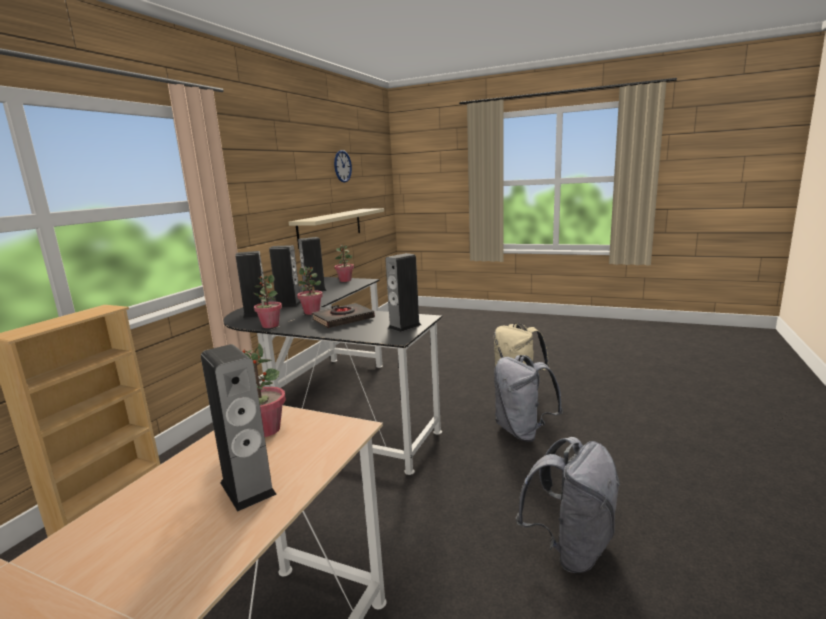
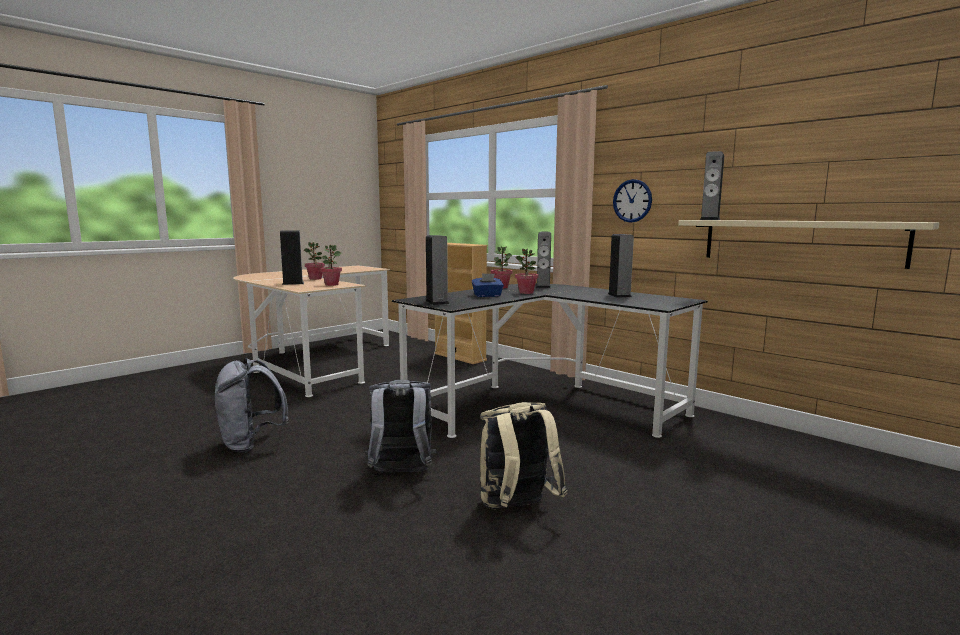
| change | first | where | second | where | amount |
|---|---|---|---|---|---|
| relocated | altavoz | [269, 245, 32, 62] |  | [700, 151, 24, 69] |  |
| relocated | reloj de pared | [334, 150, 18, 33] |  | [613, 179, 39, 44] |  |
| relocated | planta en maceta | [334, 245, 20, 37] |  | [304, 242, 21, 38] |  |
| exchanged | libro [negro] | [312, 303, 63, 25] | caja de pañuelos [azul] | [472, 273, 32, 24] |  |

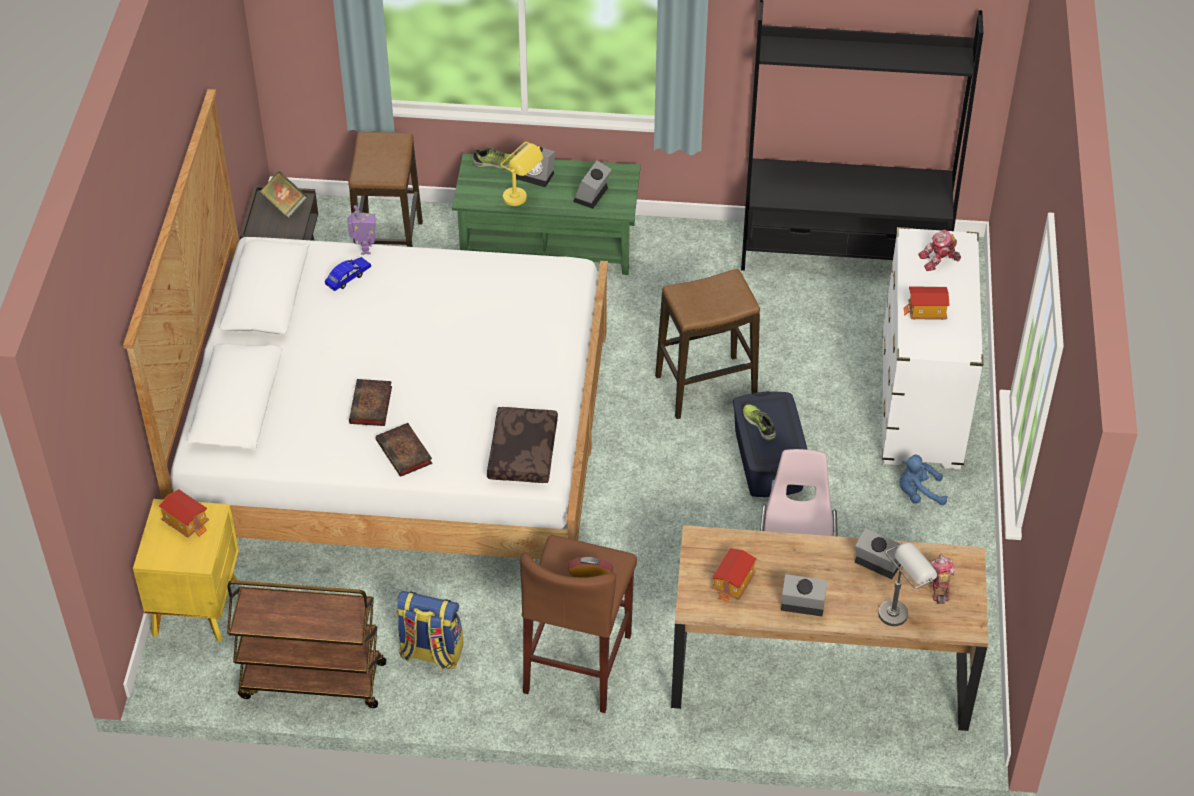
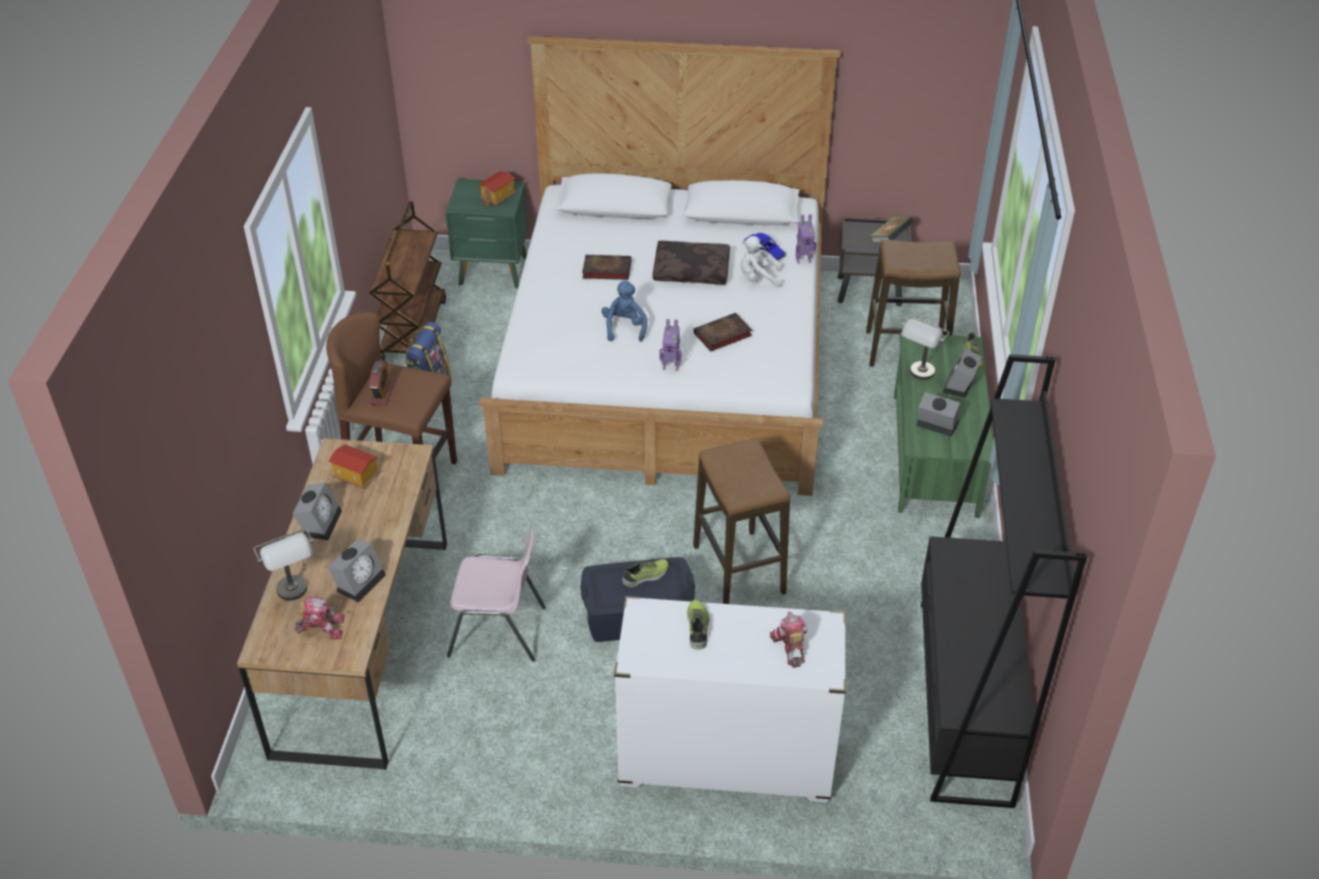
| change | first | where | second | where | amount |
|---|---|---|---|---|---|
| appeared |  |  | robot de juguete | [659, 319, 22, 52] |  |
| appeared |  |  | peluche [blanco] | [741, 236, 42, 52] |  |
| relocated | libro | [376, 423, 56, 54] |  | [694, 313, 58, 38] |  |
| relocated | cojín [marrón] | [487, 407, 71, 76] |  | [653, 241, 77, 44] |  |
| relocated | peluche [azul] | [900, 454, 47, 51] |  | [601, 280, 46, 62] |  |
| exchanged | casita | [904, 287, 46, 33] | zapato | [687, 600, 23, 49] |  |
| colour | mesita de noche [amarillo] | [133, 499, 106, 143] | mesita de noche [verde] | [446, 179, 82, 110] |  |
| colour | lámpara de mesa [amarillo] | [500, 142, 43, 64] | lámpara de mesa [gris] | [901, 317, 49, 63] |  |

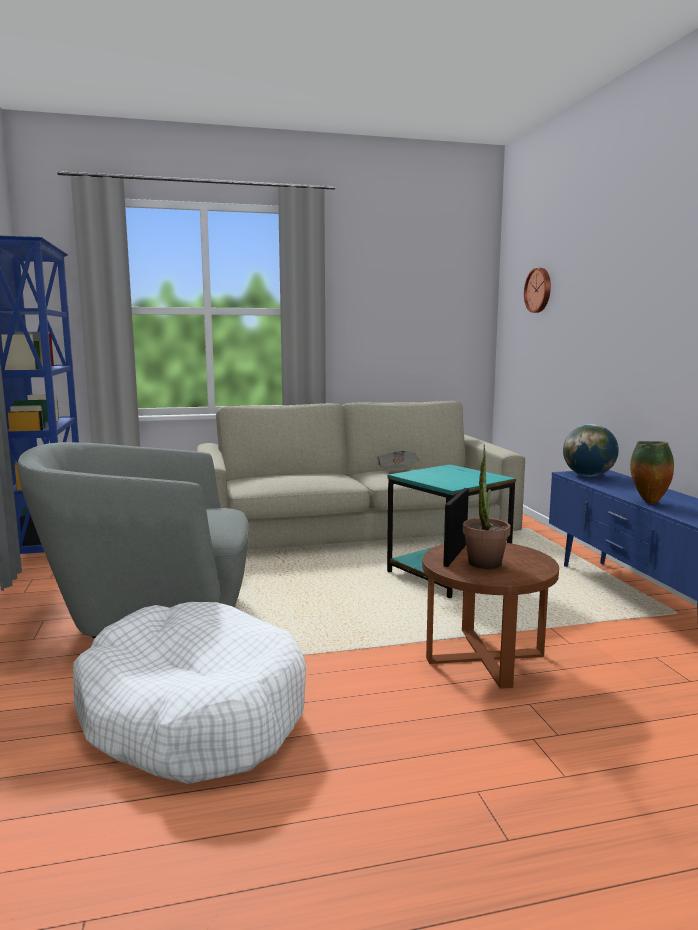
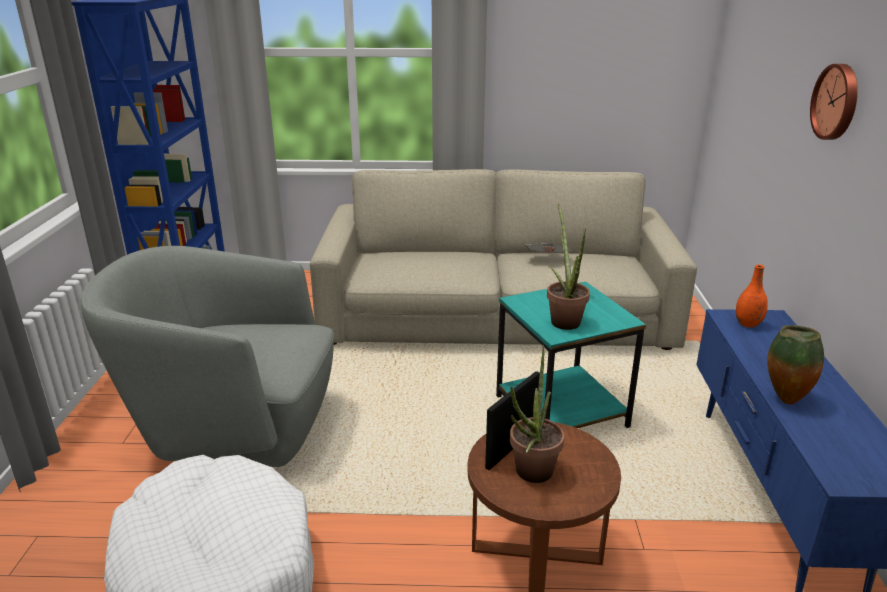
| change | first | where | second | where | amount |
|---|---|---|---|---|---|
| appeared |  |  | planta en maceta | [547, 204, 43, 126] |  |
| relocated | reloj de pared | [524, 268, 27, 45] |  | [810, 64, 48, 76] |  |
| exchanged | globo terráqueo | [563, 424, 56, 52] | florero [naranja] | [736, 264, 32, 64] |  |

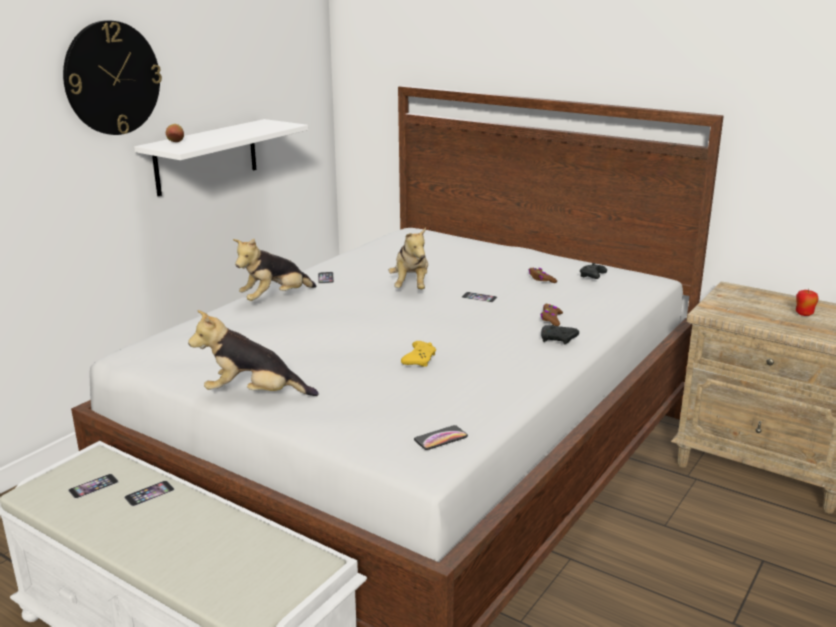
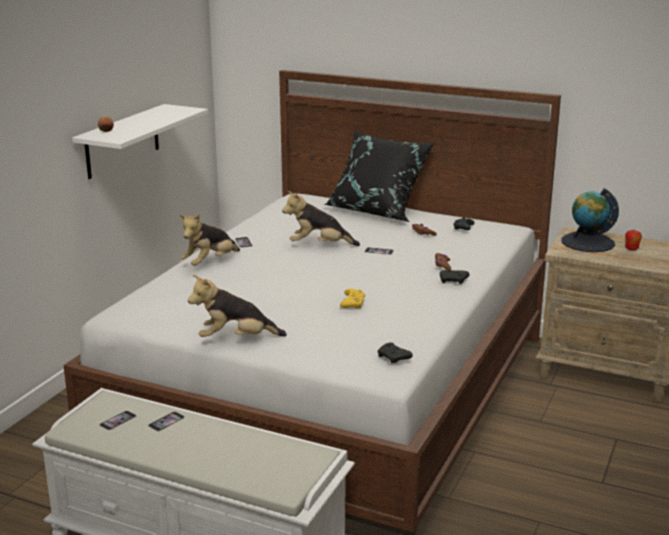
| change | first | where | second | where | amount |
|---|---|---|---|---|---|
| missing | reloj de pared | [63, 20, 99, 115] |  |  |  |
| appeared |  |  | cojín [negro] | [324, 131, 111, 91] |  |
| appeared |  |  | globo terráqueo | [561, 188, 58, 64] |  |
| exchanged | móvil | [414, 425, 54, 25] | mando de consola [negro] | [377, 342, 36, 21] |  |
| spun | peluche | [389, 227, 39, 62] |  | [282, 191, 78, 55] | 105 degrees clockwise |

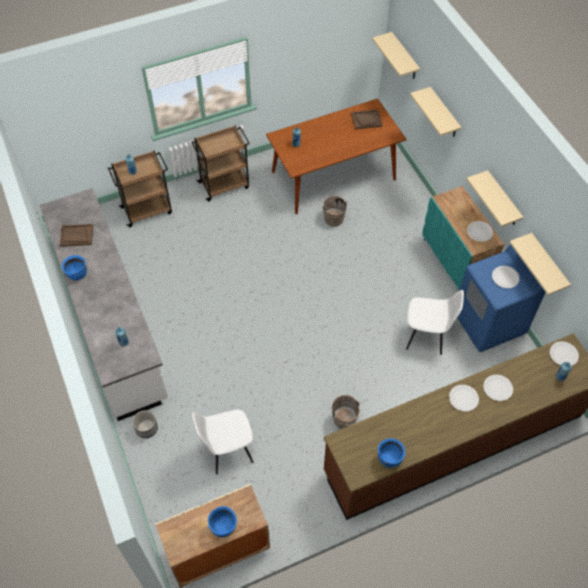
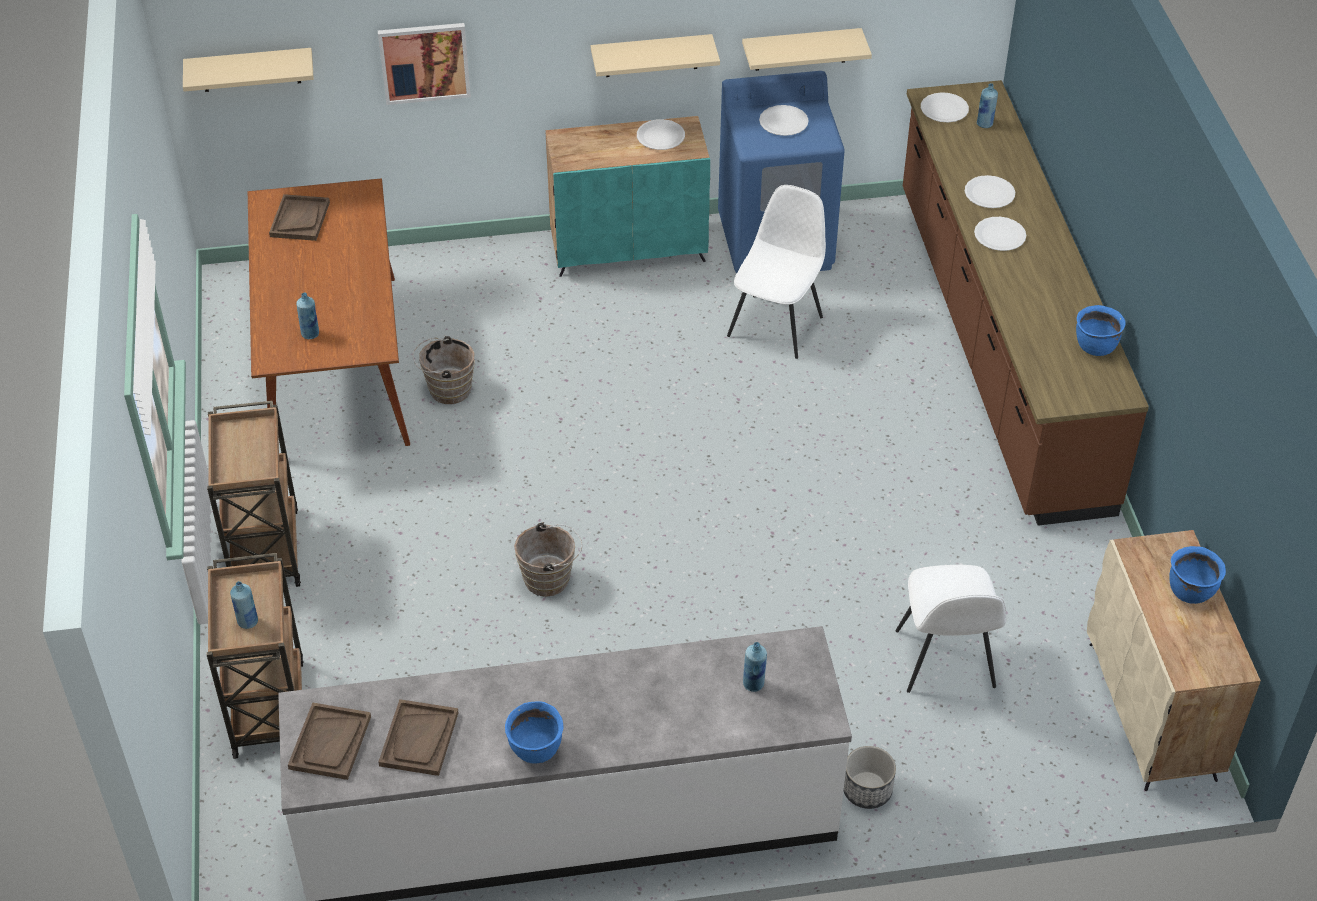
| change | first | where | second | where | amount |
|---|---|---|---|---|---|
| appeared |  |  | bandeja [marrón] | [288, 702, 83, 78] |  |
| relocated | cubo [marrón] | [332, 395, 30, 34] |  | [514, 522, 68, 75] |  |
| exchanged | estante [beis] | [410, 87, 51, 50] | cuadro | [378, 23, 93, 82] |  |

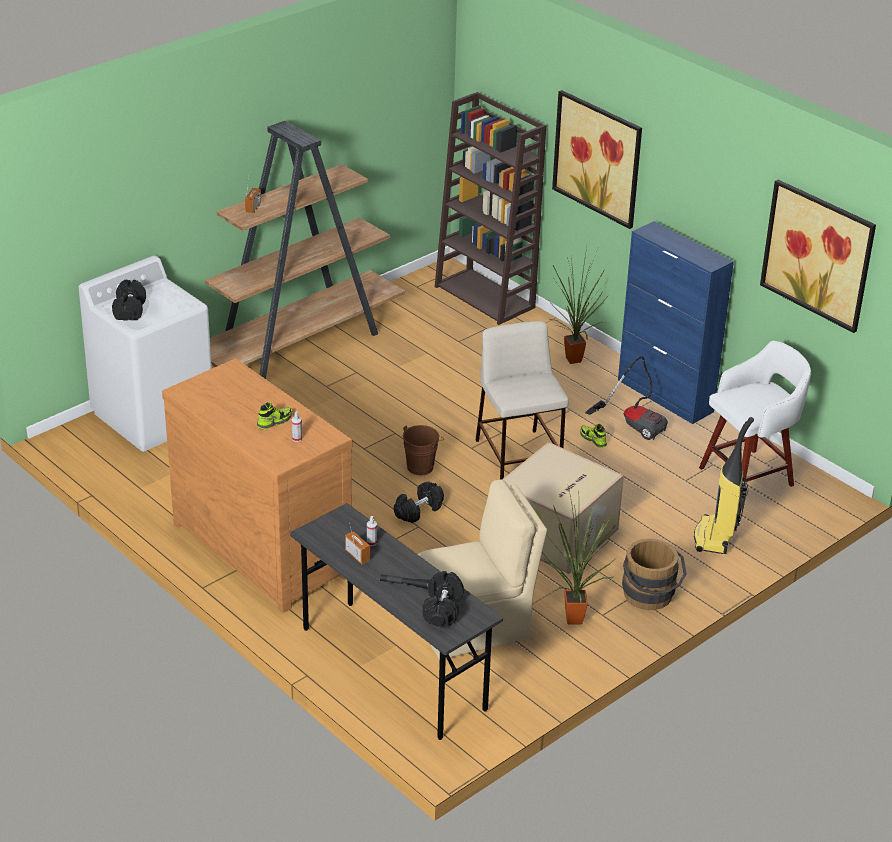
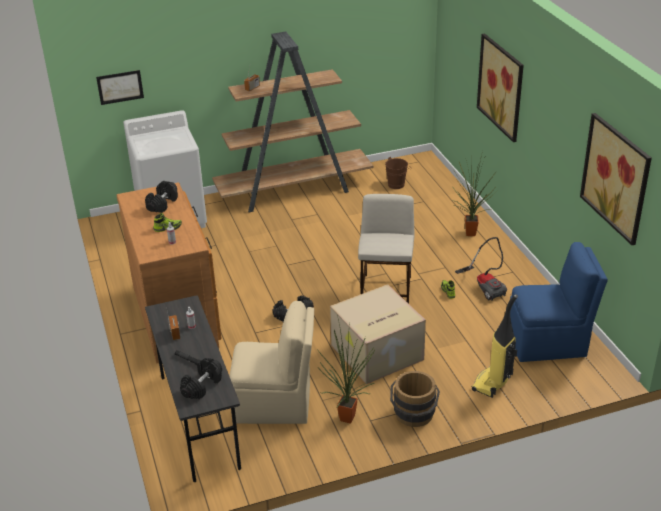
| change | first | where | second | where | amount |
|---|---|---|---|---|---|
| missing | estantería [marrón] | [435, 92, 111, 233] |  |  |  |
| missing | armario [azul] | [618, 221, 116, 203] |  |  |  |
| appeared |  |  | cuadro | [96, 70, 48, 35] |  |
| relocated | mancuerna [negro] | [112, 279, 34, 42] |  | [145, 181, 33, 32] |  |
| relocated | cubo [marrón] | [403, 425, 41, 50] |  | [385, 157, 24, 32] |  |
| exchanged | taburete [blanco] | [699, 341, 112, 146] | silla [azul] | [510, 242, 98, 120] |  |

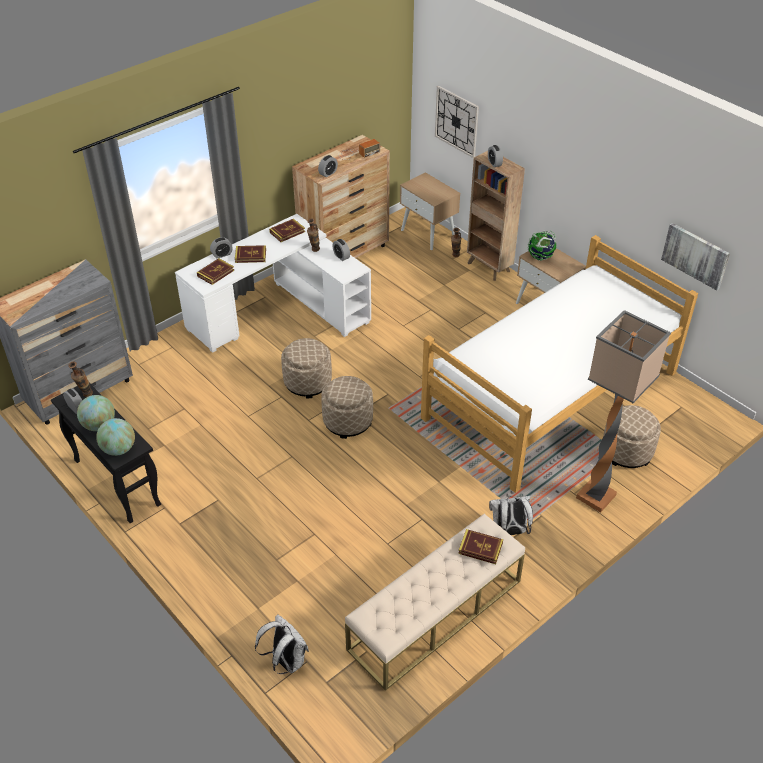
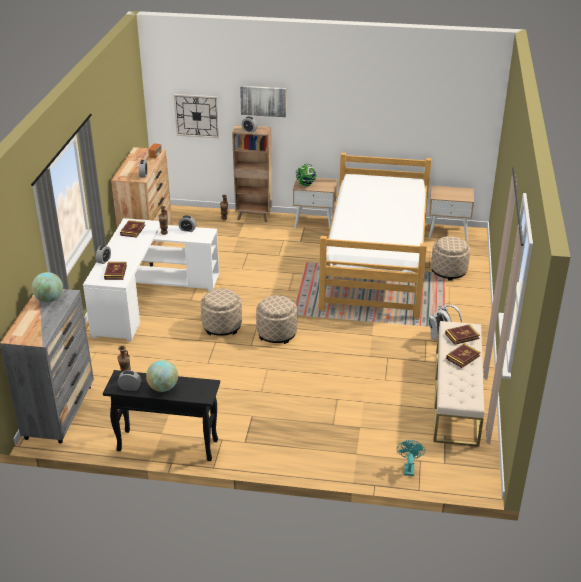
| change | first | where | second | where | amount |
|---|---|---|---|---|---|
| missing | lámpara de pie | [576, 310, 95, 203] |  |  |  |
| relocated | globo terráqueo | [96, 418, 39, 38] |  | [32, 272, 31, 31] |  |
| relocated | libro | [235, 245, 31, 18] |  | [446, 343, 35, 25] |  |
| relocated | mesita de noche [beis] | [400, 172, 60, 78] |  | [429, 186, 45, 55] |  |
| relocated | cuadro | [661, 223, 69, 67] |  | [240, 86, 47, 31] |  |
| exchanged | mochila [blanco] | [255, 614, 54, 60] | ventilador [turquesa] | [397, 440, 28, 36] |  |

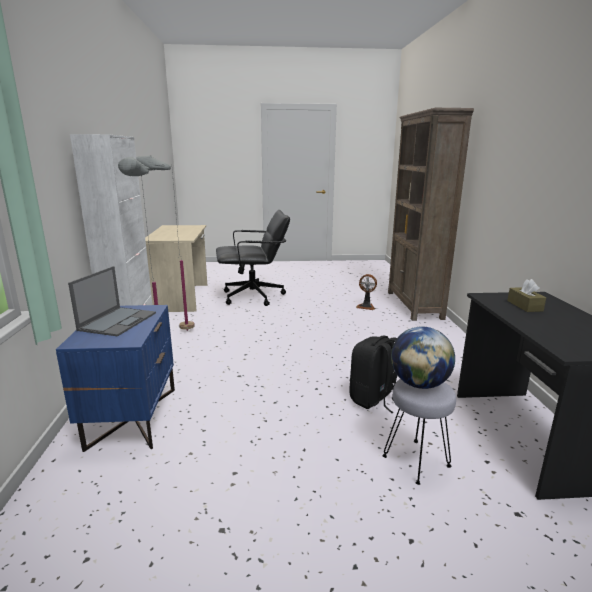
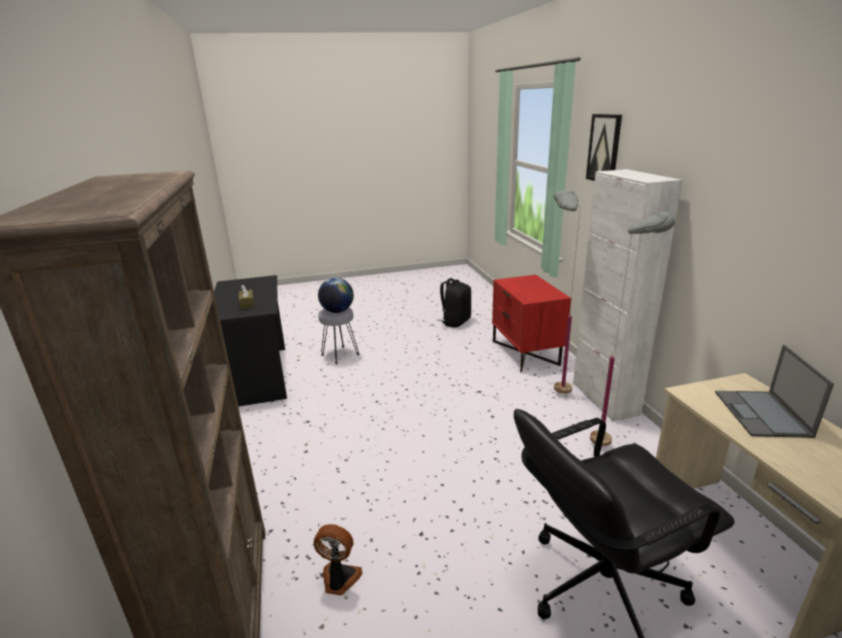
| change | first | where | second | where | amount |
|---|---|---|---|---|---|
| appeared |  |  | cuadro | [586, 114, 36, 67] |  |
| relocated | portátil | [68, 266, 88, 71] |  | [715, 345, 119, 93] |  |
| relocated | mochila [negro] | [349, 335, 48, 78] |  | [439, 278, 32, 50] |  |
| colour | mesita de noche [azul] | [56, 305, 119, 147] | mesita de noche [rojo] | [492, 275, 79, 98] |  |

